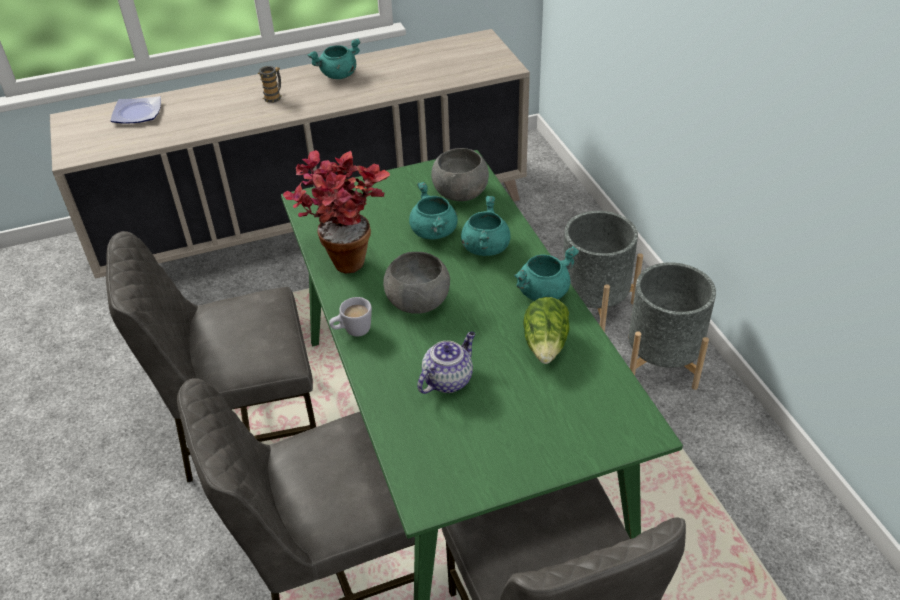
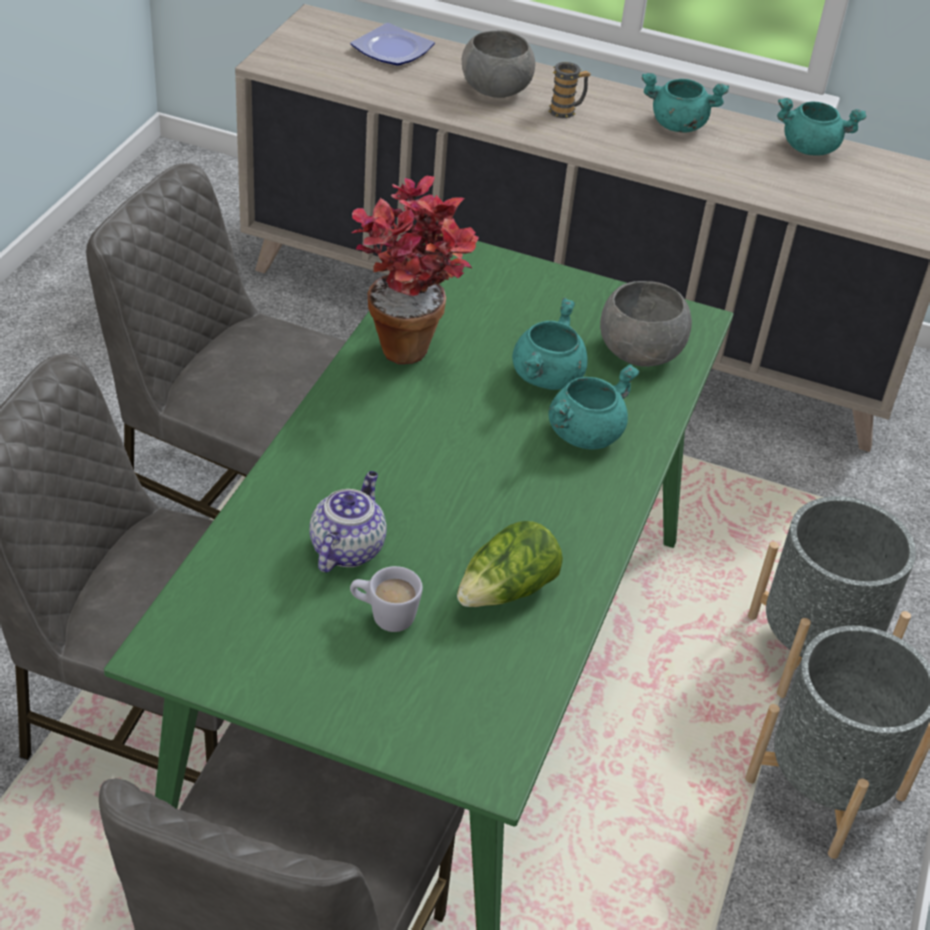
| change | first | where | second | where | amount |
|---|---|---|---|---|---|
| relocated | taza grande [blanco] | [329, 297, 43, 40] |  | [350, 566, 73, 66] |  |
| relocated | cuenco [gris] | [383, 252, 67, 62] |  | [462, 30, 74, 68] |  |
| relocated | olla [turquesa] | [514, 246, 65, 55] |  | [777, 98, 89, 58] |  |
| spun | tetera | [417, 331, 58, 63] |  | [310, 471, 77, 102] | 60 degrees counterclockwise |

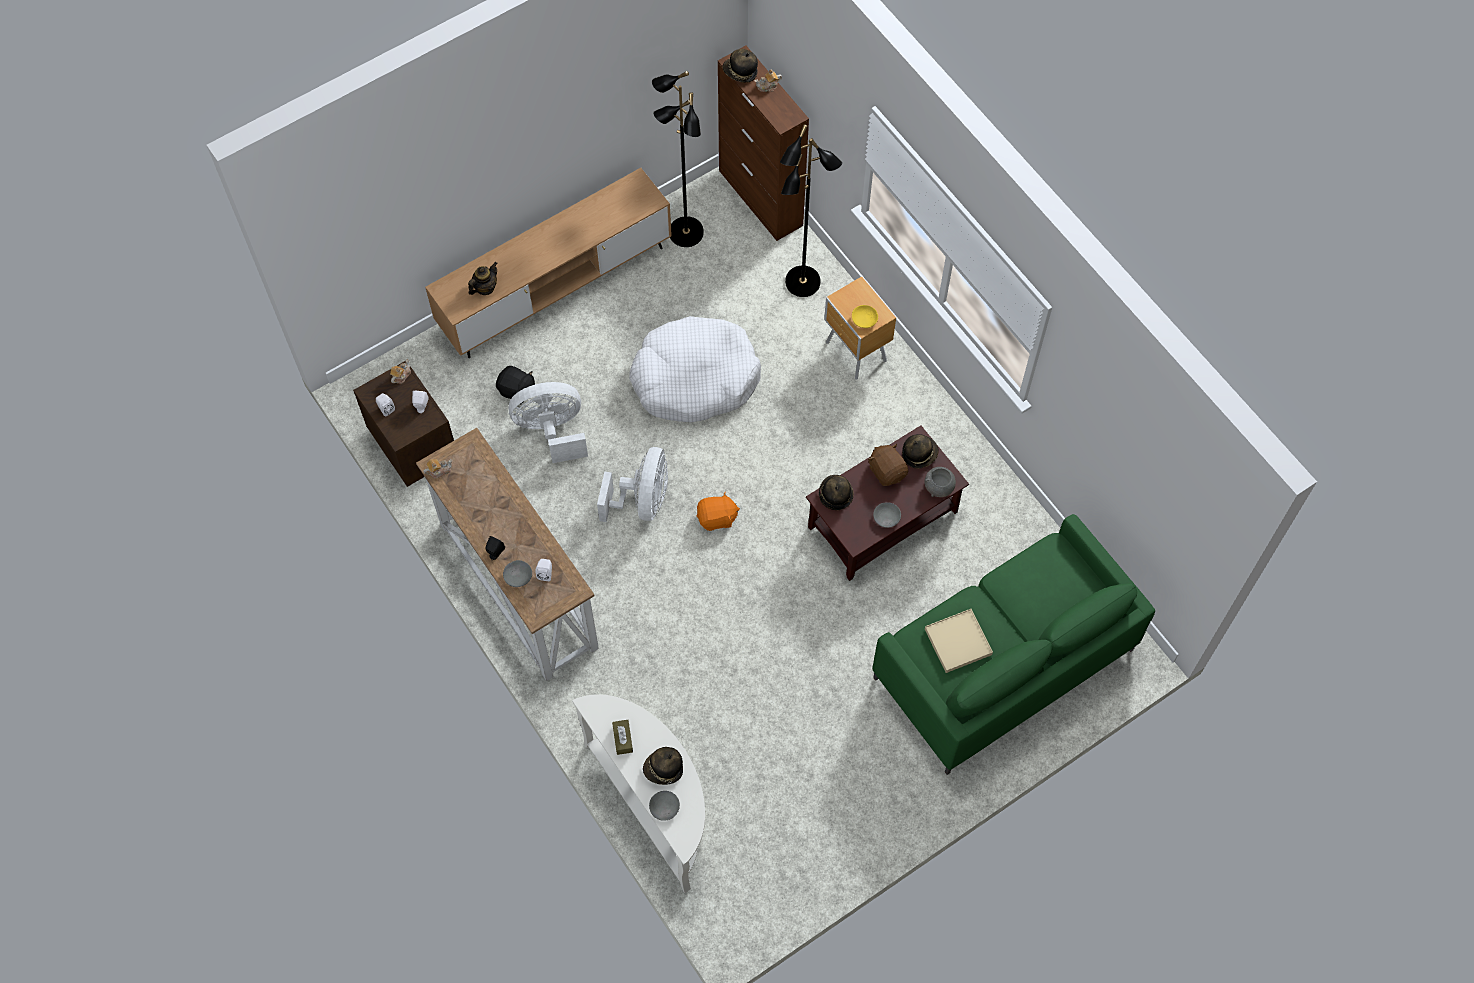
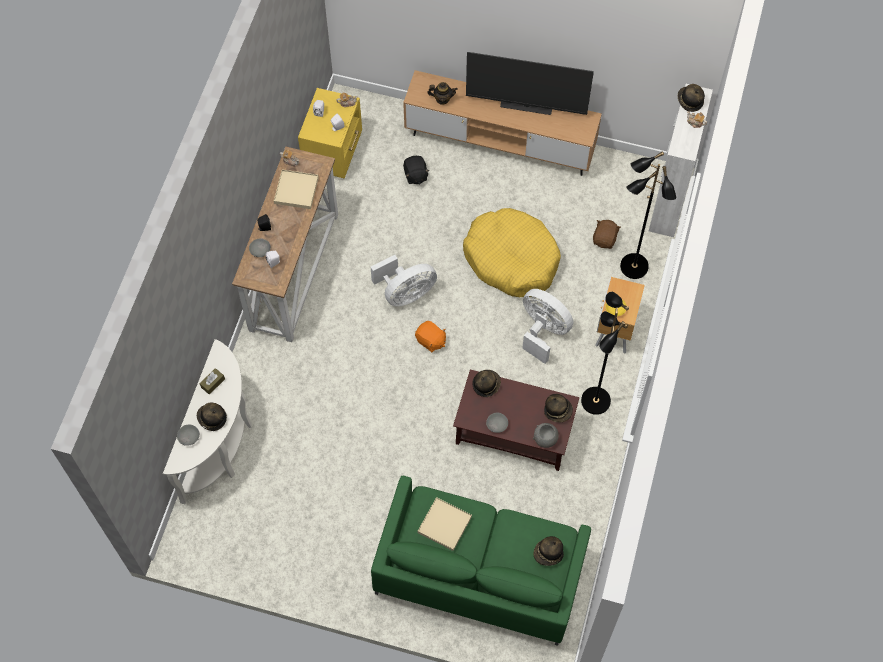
| change | first | where | second | where | amount |
|---|---|---|---|---|---|
| appeared |  |  | bandeja [beis] | [274, 169, 45, 40] |  |
| appeared |  |  | televisor | [466, 52, 128, 63] |  |
| appeared |  |  | sombrero | [534, 536, 30, 30] |  |
| relocated | ventilador [blanco] | [509, 382, 79, 81] |  | [522, 289, 51, 75] |  |
| relocated | lámpara de pie [negro] | [652, 71, 52, 176] |  | [581, 292, 48, 123] |  |
| relocated | peluche [marrón] | [868, 443, 40, 43] |  | [593, 220, 28, 29] |  |
| colour | mesita de noche [marrón] | [353, 361, 101, 126] | mesita de noche [amarillo] | [298, 88, 64, 91] |  |
| colour | cama para perro [blanco] | [629, 316, 132, 106] | cama para perro [amarillo] | [463, 208, 98, 89] |  |
| colour | armario [marrón] | [718, 45, 91, 196] | armario [blanco] | [649, 84, 64, 153] |  |

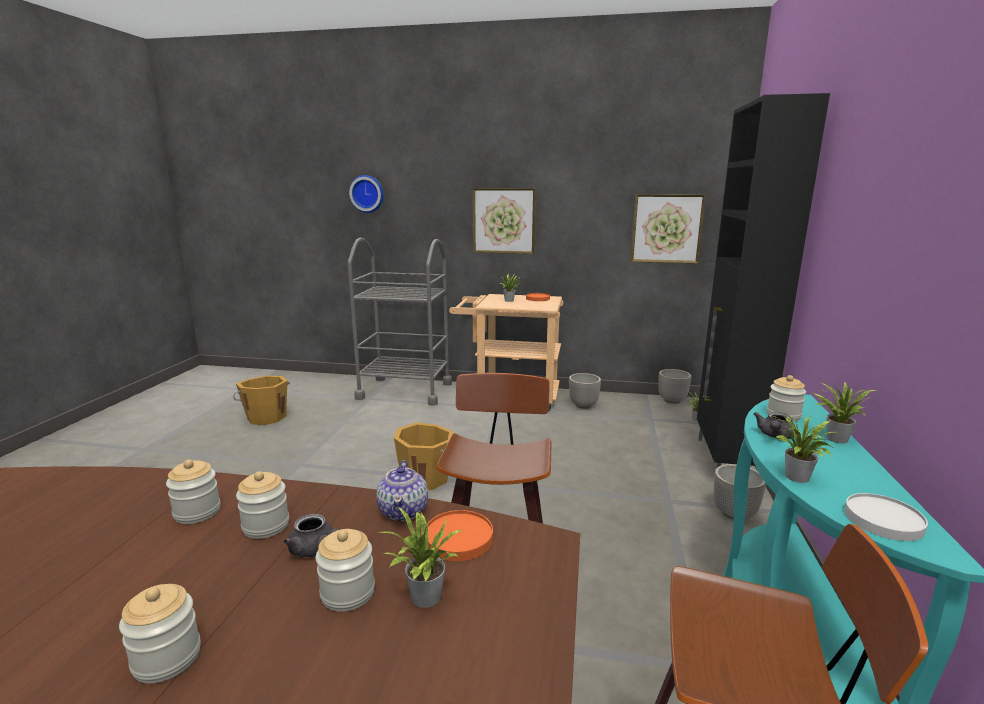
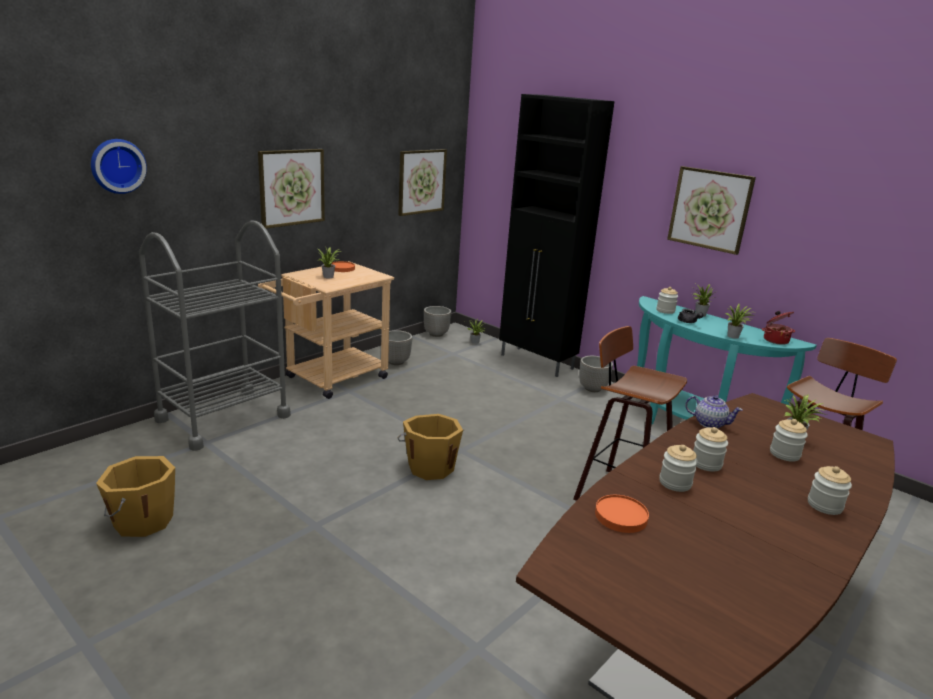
| change | first | where | second | where | amount |
|---|---|---|---|---|---|
| missing | tetera [gris] | [283, 514, 57, 43] |  |  |  |
| appeared |  |  | cuadro | [667, 166, 89, 89] |  |
| relocated | plato [naranja] | [427, 510, 66, 51] |  | [595, 495, 54, 38] |  |
| exchanged | plato [blanco] | [845, 493, 83, 48] | olla | [762, 311, 33, 34] |  |

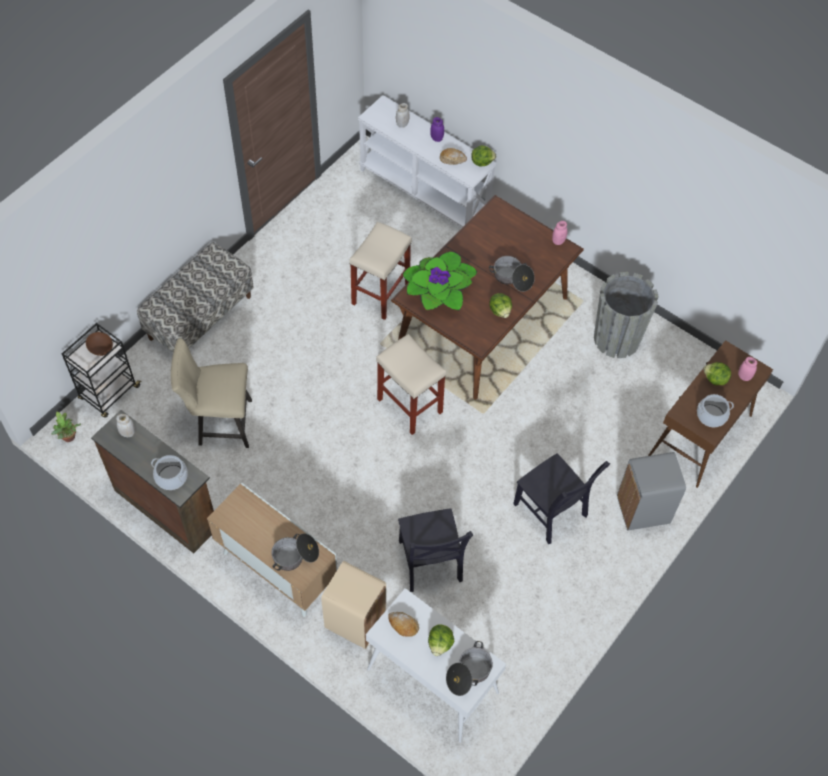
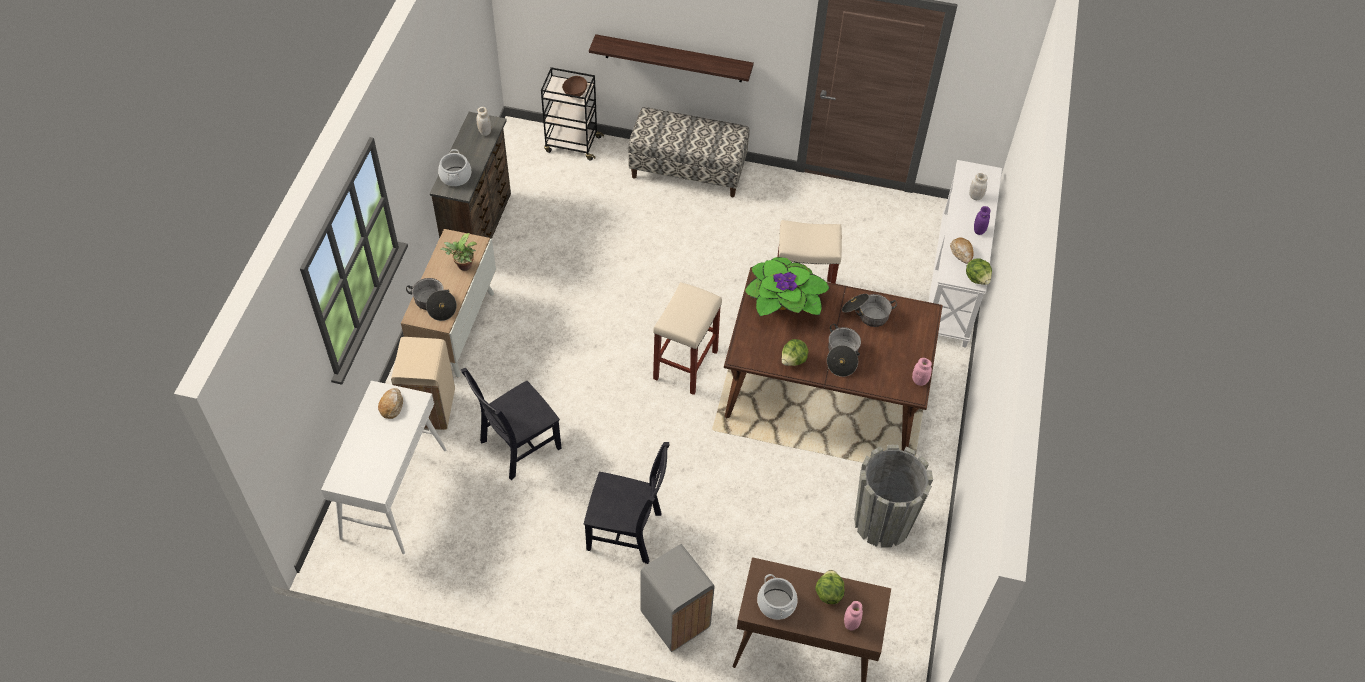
| change | first | where | second | where | amount |
|---|---|---|---|---|---|
| missing | silla [beis] | [171, 338, 81, 110] |  |  |  |
| missing | lechuga | [428, 624, 27, 32] |  |  |  |
| appeared |  |  | estante | [589, 34, 165, 48] |  |
| relocated | planta en maceta | [51, 411, 30, 31] |  | [440, 233, 37, 38] |  |
| relocated | olla | [446, 641, 47, 55] |  | [842, 294, 55, 33] |  |
| spun | silla [negro] | [513, 454, 97, 90] |  | [584, 442, 85, 122] | 105 degrees counterclockwise |

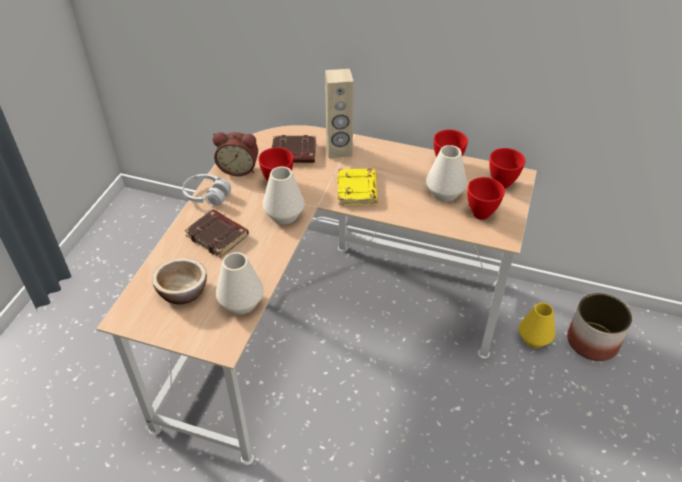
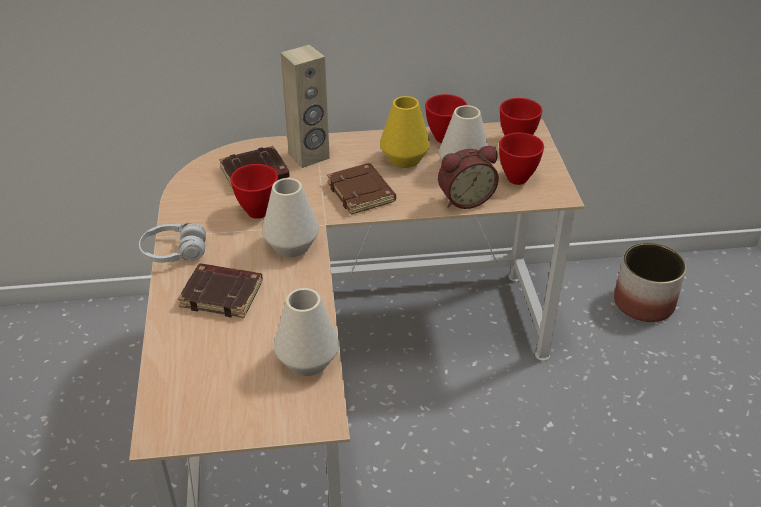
| change | first | where | second | where | amount |
|---|---|---|---|---|---|
| missing | cuenco | [152, 258, 55, 47] |  |  |  |
| relocated | despertador | [213, 132, 45, 44] |  | [438, 146, 61, 63] |  |
| relocated | florero [amarillo] | [519, 302, 36, 46] |  | [380, 96, 50, 72] |  |
| colour | libro [amarillo] | [337, 169, 41, 36] | libro [marrón] | [327, 163, 69, 52] |  |

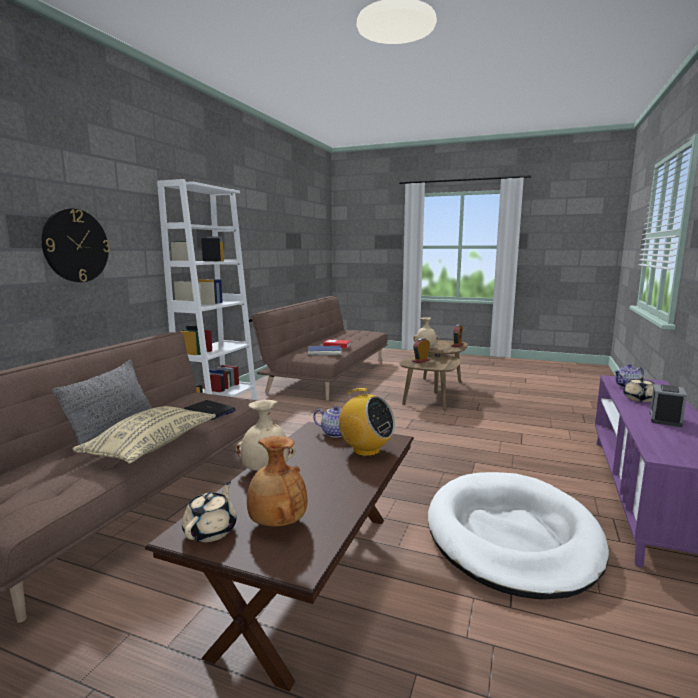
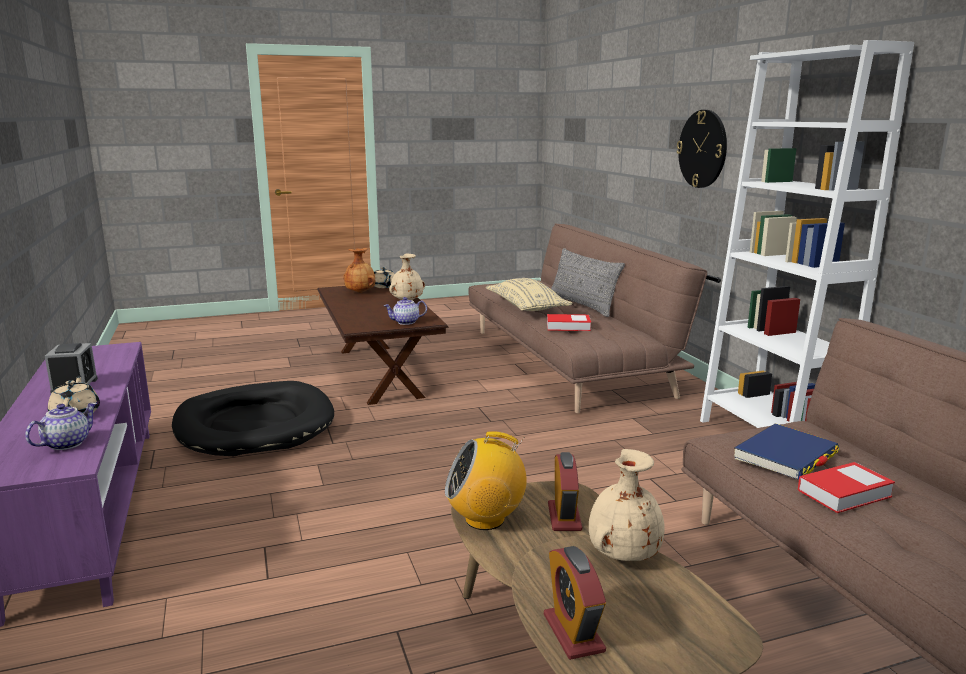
| change | first | where | second | where | amount |
|---|---|---|---|---|---|
| relocated | radio | [334, 388, 61, 69] |  | [445, 431, 82, 99] |  |
| exchanged | portátil | [183, 400, 53, 20] | libro | [547, 314, 44, 17] |  |
| colour | cama para perro [blanco] | [428, 472, 181, 128] | cama para perro [negro] | [172, 381, 162, 75] |  |

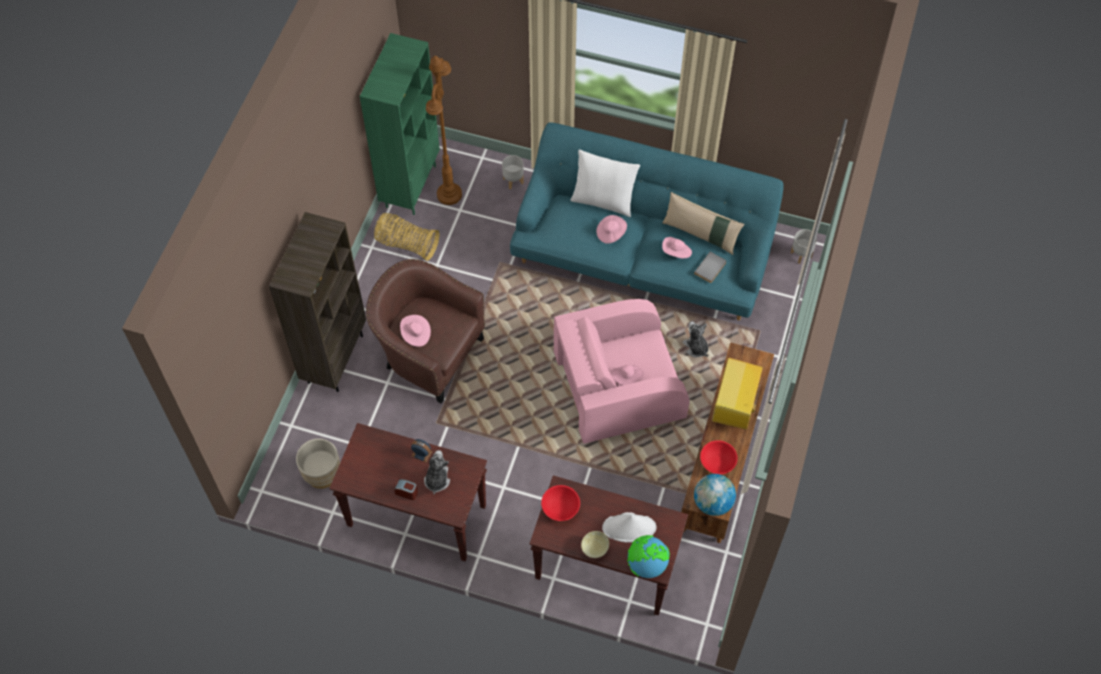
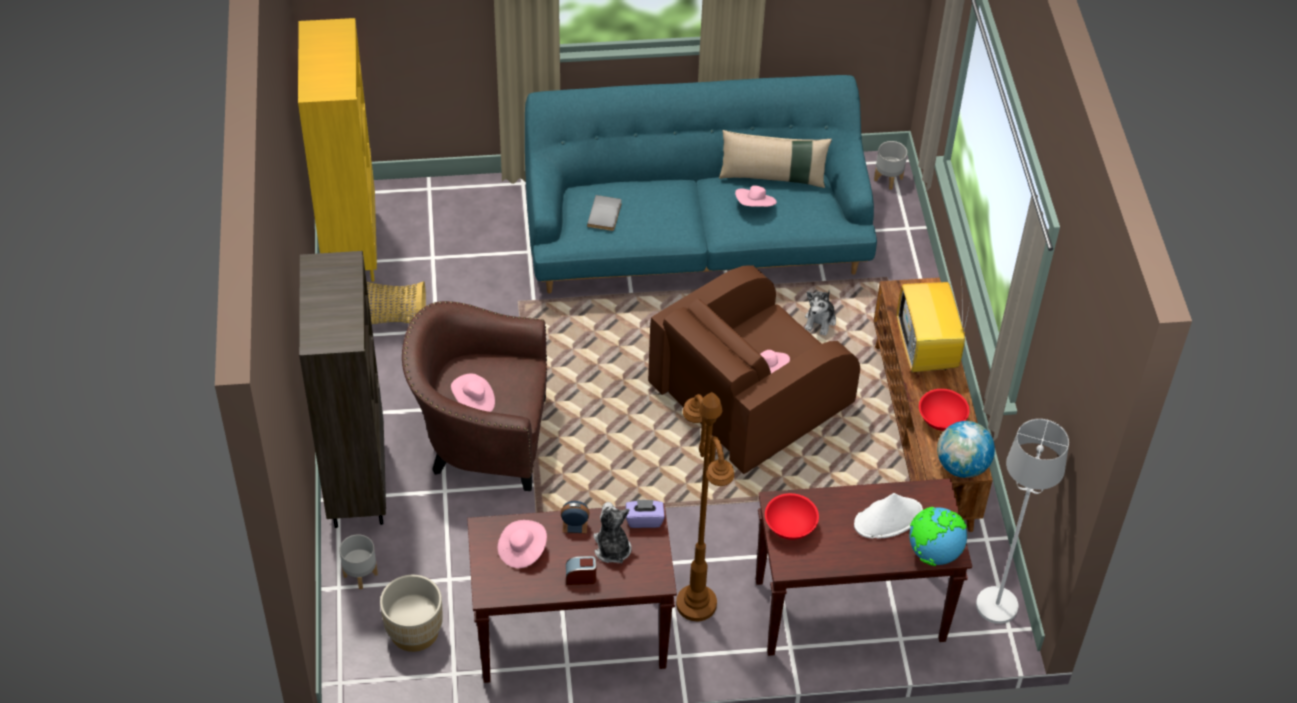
| change | first | where | second | where | amount |
|---|---|---|---|---|---|
| missing | cojín [blanco] | [570, 150, 70, 67] |  |  |  |
| missing | cuenco [beis] | [581, 531, 28, 27] |  |  |  |
| appeared |  |  | caja de pañuelos [morado] | [626, 499, 39, 29] |  |
| appeared |  |  | lámpara de pie [blanco] | [976, 419, 93, 205] |  |
| relocated | lámpara de pie [marrón] | [426, 56, 36, 149] |  | [676, 392, 58, 229] |  |
| relocated | maceta [gris] | [502, 155, 22, 34] |  | [339, 534, 39, 55] |  |
| relocated | sombrero [rosa] | [596, 215, 31, 29] |  | [498, 520, 49, 48] |  |
| relocated | libro [gris] | [694, 252, 32, 31] |  | [587, 195, 35, 36] |  |
| colour | estantería [verde] | [360, 33, 80, 182] | estantería [amarillo] | [298, 18, 79, 264] |  |
| colour | sillón [rosa] | [554, 299, 136, 145] | sillón [marrón] | [648, 266, 212, 208] |  |
| spun | peluche | [683, 321, 26, 36] |  | [805, 290, 31, 46] | 105 degrees counterclockwise |

